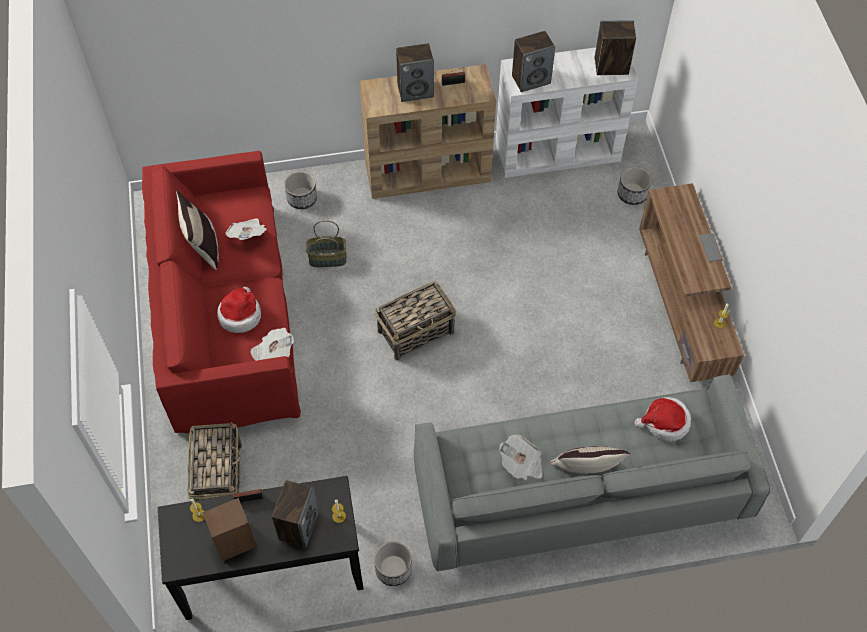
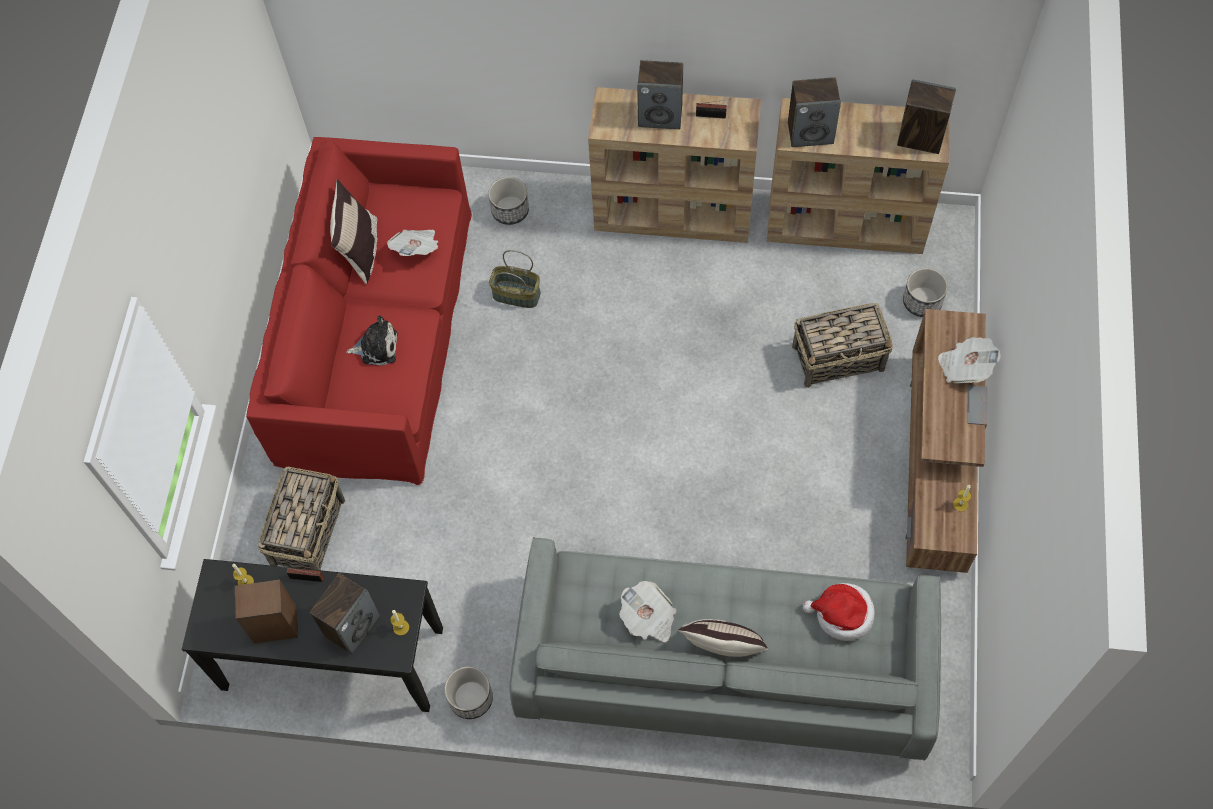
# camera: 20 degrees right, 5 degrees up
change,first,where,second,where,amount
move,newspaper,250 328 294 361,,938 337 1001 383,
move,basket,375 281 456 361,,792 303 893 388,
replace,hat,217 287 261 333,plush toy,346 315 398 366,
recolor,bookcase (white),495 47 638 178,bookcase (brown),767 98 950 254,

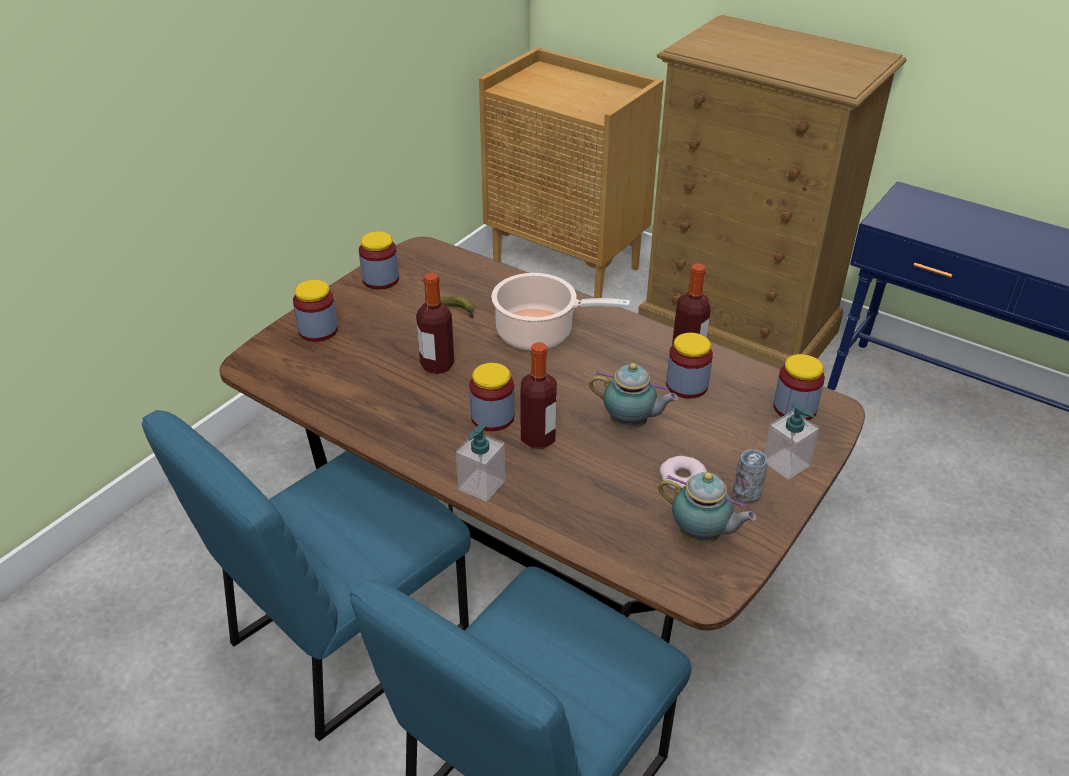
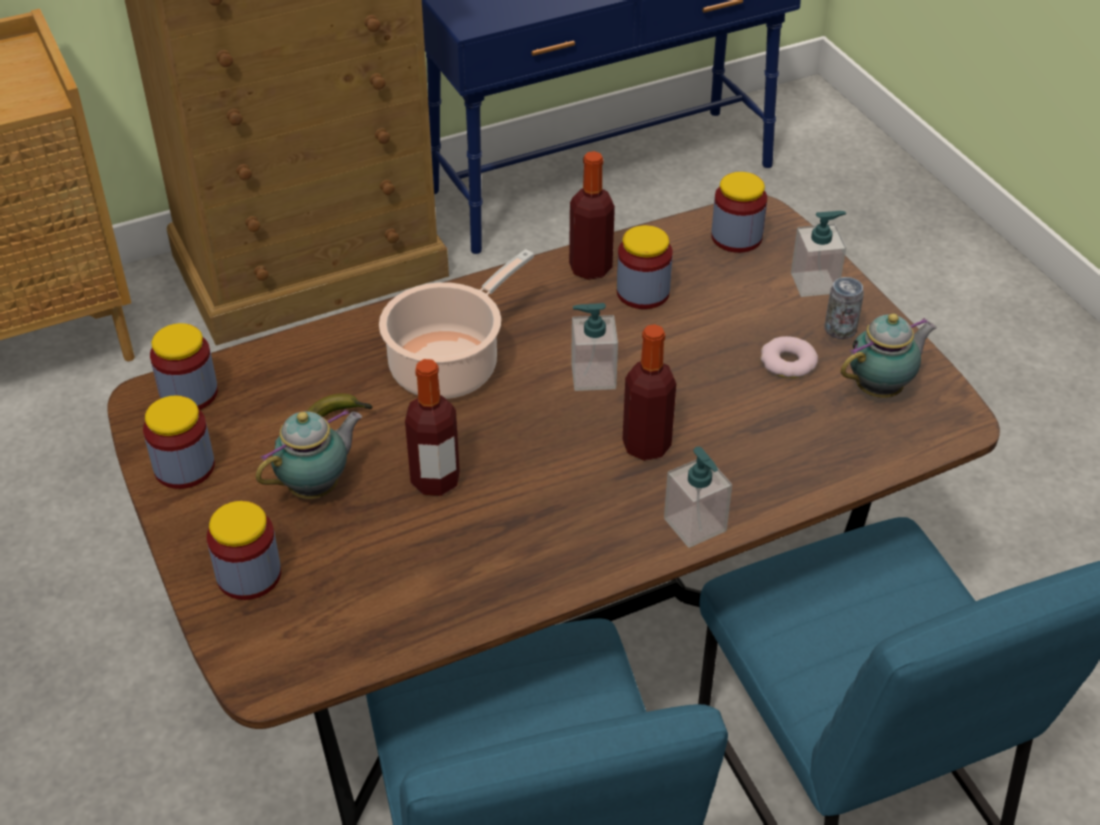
# camera: 60 degrees left, 5 degrees up
change,first,where,second,where,amount
insert,,,soap dispenser,571 303 618 391,
move,jar,469 363 515 431,,150 323 218 410,
move,teapot,589 363 678 429,,256 409 362 499,

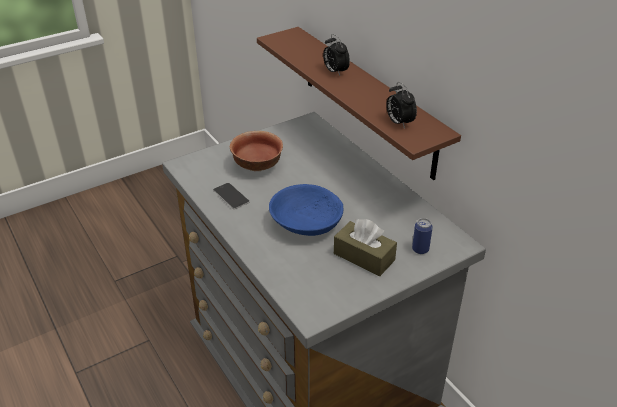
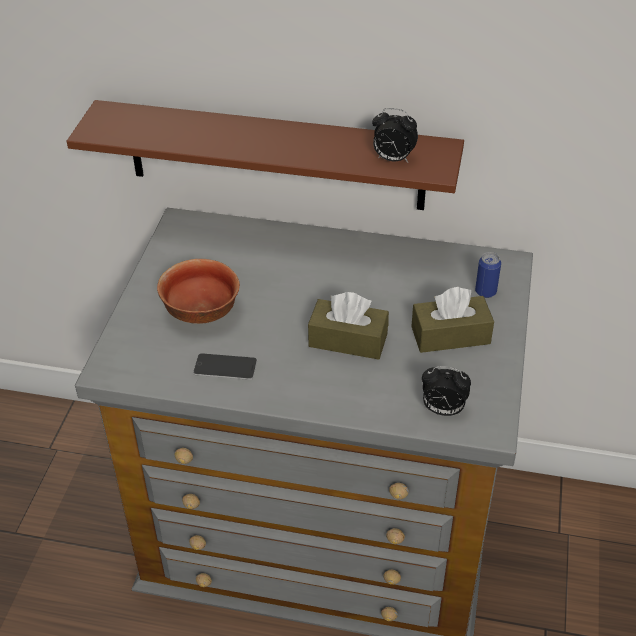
# camera: 45 degrees left, 5 degrees up
change,first,where,second,where,amount
move,alarm clock,323 34 350 76,,422 366 471 416,
replace,bowl (blue),269 184 343 236,tissue box (brown),308 292 389 360,

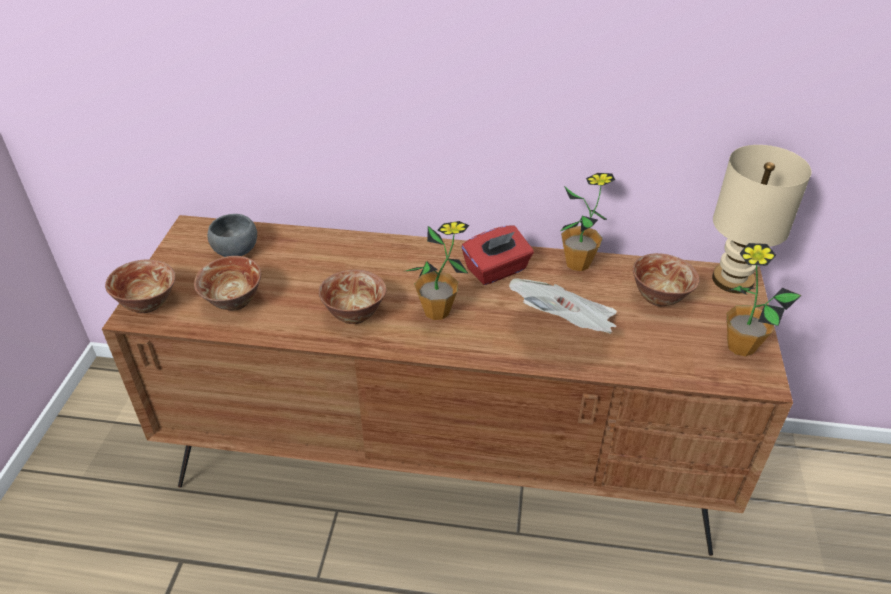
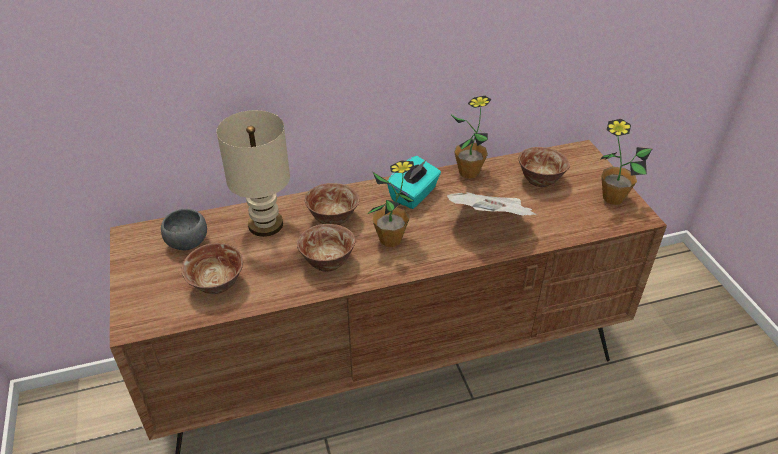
# camera: 25 degrees left, 0 degrees up
change,first,where,second,where,amount
move,bowl,105 259 176 313,,305 183 359 225,
move,table lamp (beige),712 145 811 293,,217 110 290 237,
recolor,tissue box (red),462 225 534 285,tissue box (turquoise),387 156 441 209,

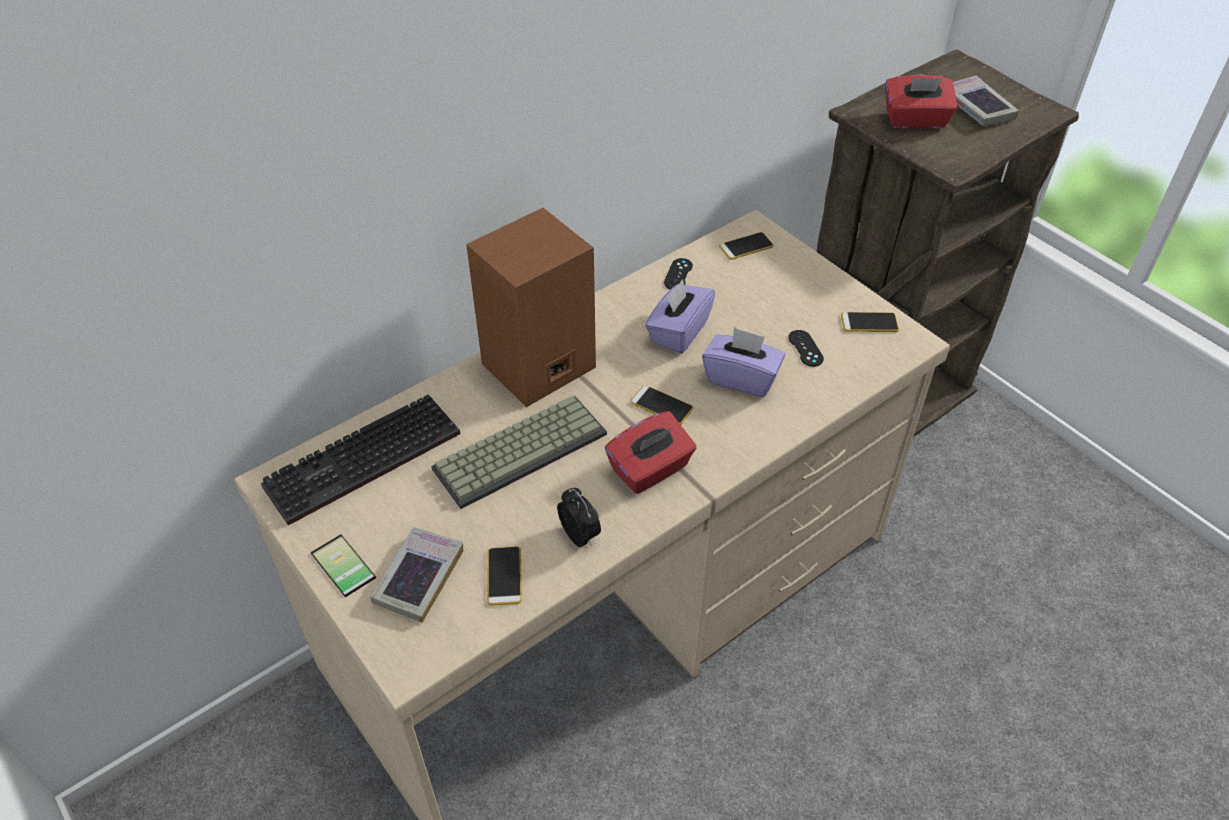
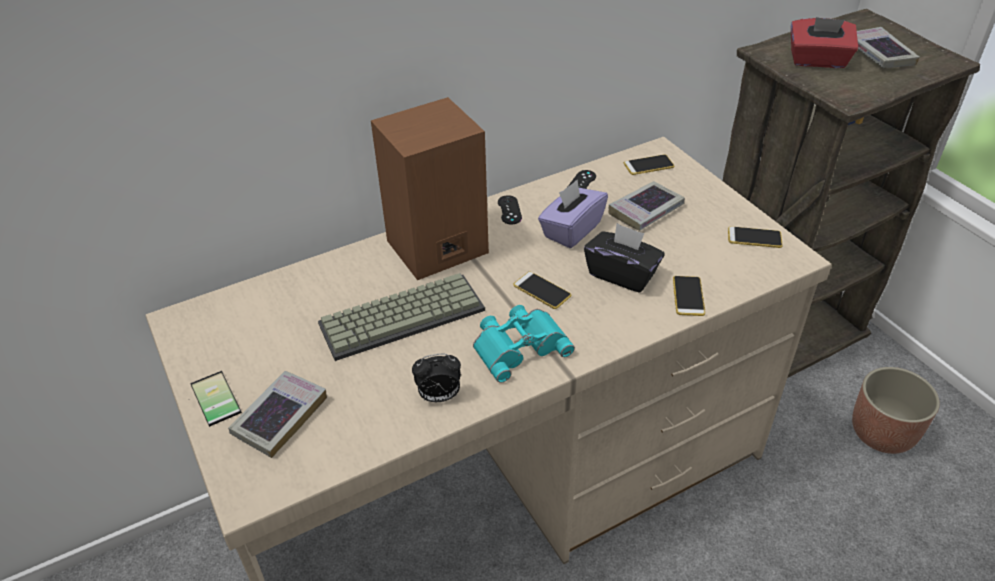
# camera: 10 degrees right, 5 degrees down
change,first,where,second,where,amount
delete,keyboard,261 395 460 525,,,
insert,,,book,609 181 685 231,
insert,,,planter,852 367 940 454,
move,phone,487 546 522 606,,673 276 705 316,
move,game controller (black),788 330 824 367,,498 195 522 224,
replace,tissue box (red),605 411 697 494,binoculars (turquoise),473 305 575 383,
recolor,tissue box (purple),702 327 785 397,tissue box (black),584 223 665 292,
rotate,alarm clock,557 488 601 547,,412 354 461 402,105 degrees clockwise

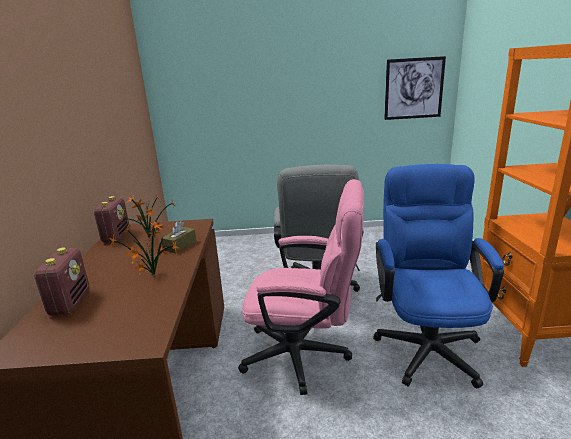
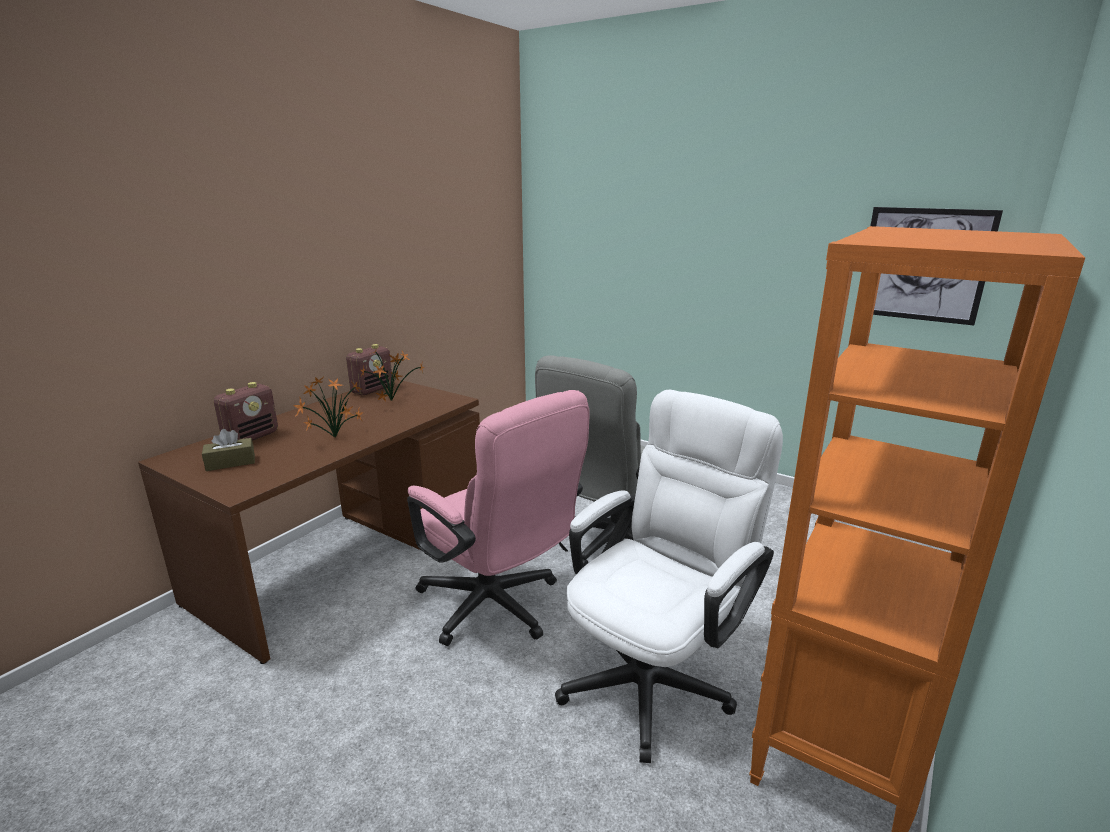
# camera: 35 degrees right, 0 degrees up
change,first,where,second,where,amount
move,tissue box (brown),161 221 196 253,,202 429 255 471,
recolor,office chair (blue),373 164 504 389,office chair (white),555 390 783 763,

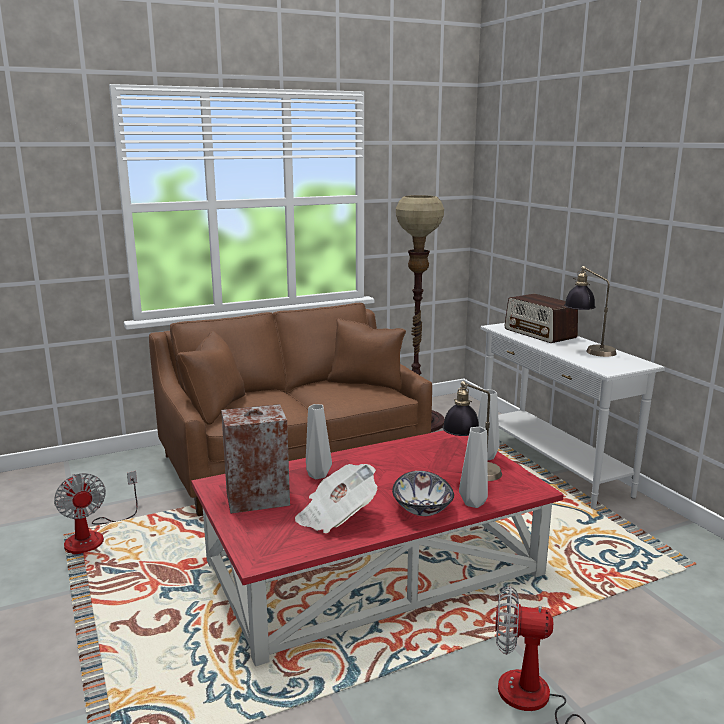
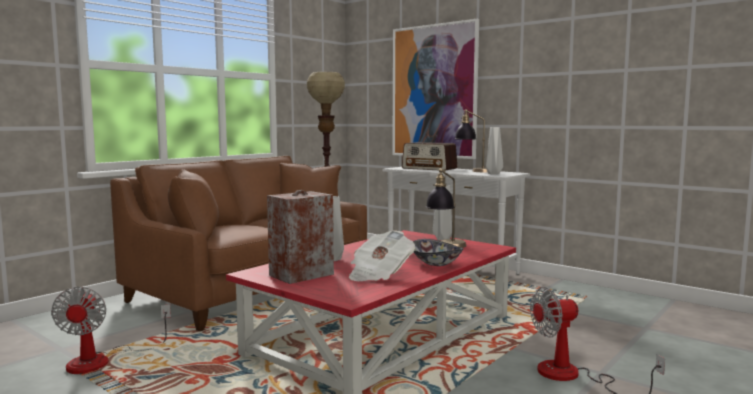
# camera: 25 degrees left, 10 degrees down
change,first,where,second,where,amount
insert,,,picture,392 19 479 159,
move,vase (grey),459 427 488 508,,486 127 503 175,
rotate,fan,54 471 138 555,,51 287 171 374,45 degrees clockwise

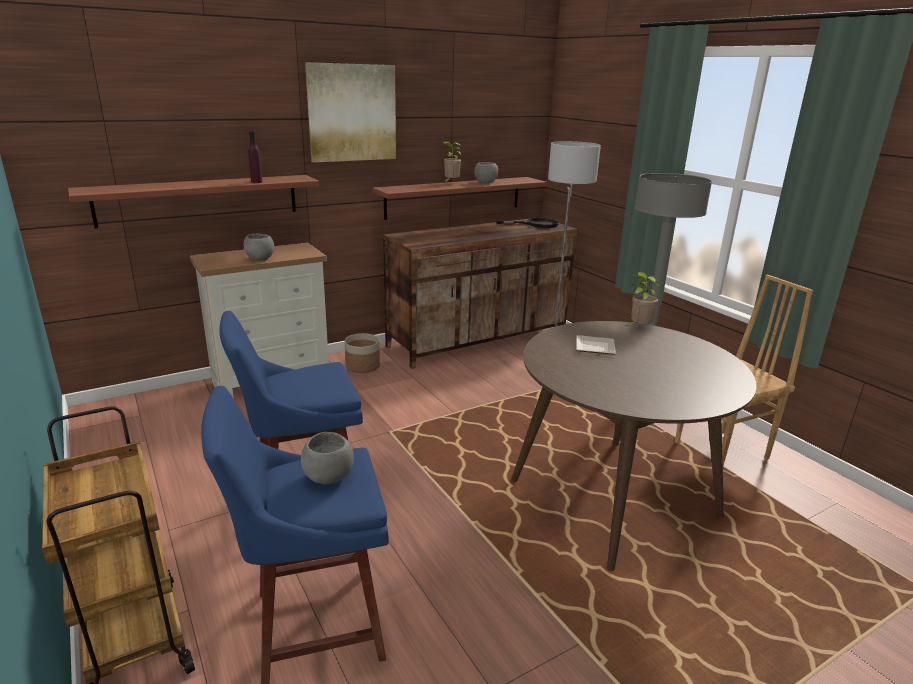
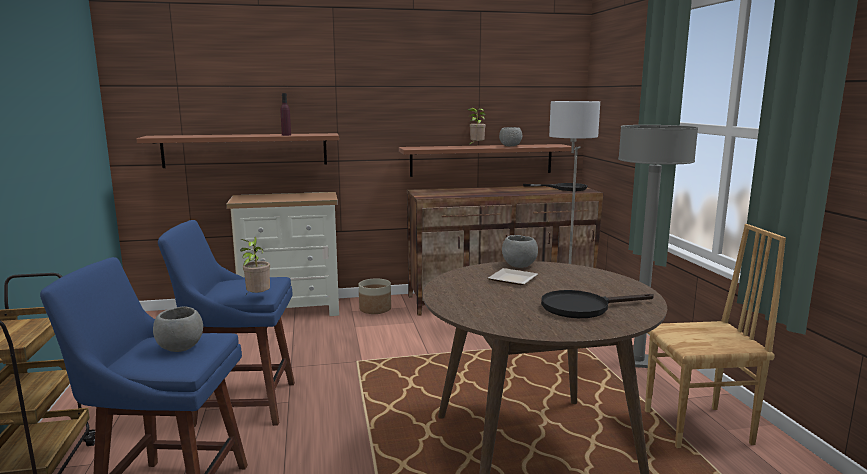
# camera: 20 degrees right, 10 degrees down
change,first,where,second,where,amount
delete,picture,305 62 396 163,,,
insert,,,frying pan (black),541 290 654 318,
move,bowl (grey),243 234 274 261,,502 235 538 268,
move,potted plant,625 272 660 327,,240 237 270 295,

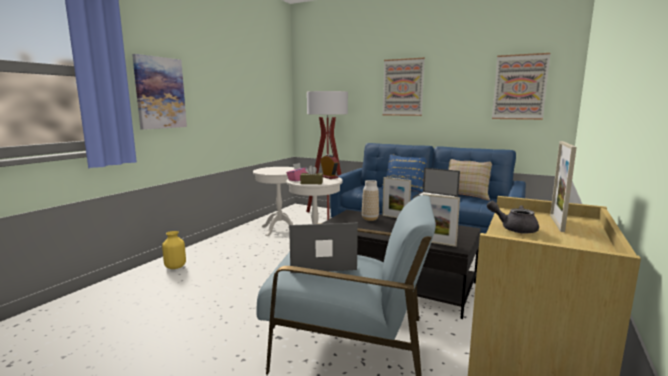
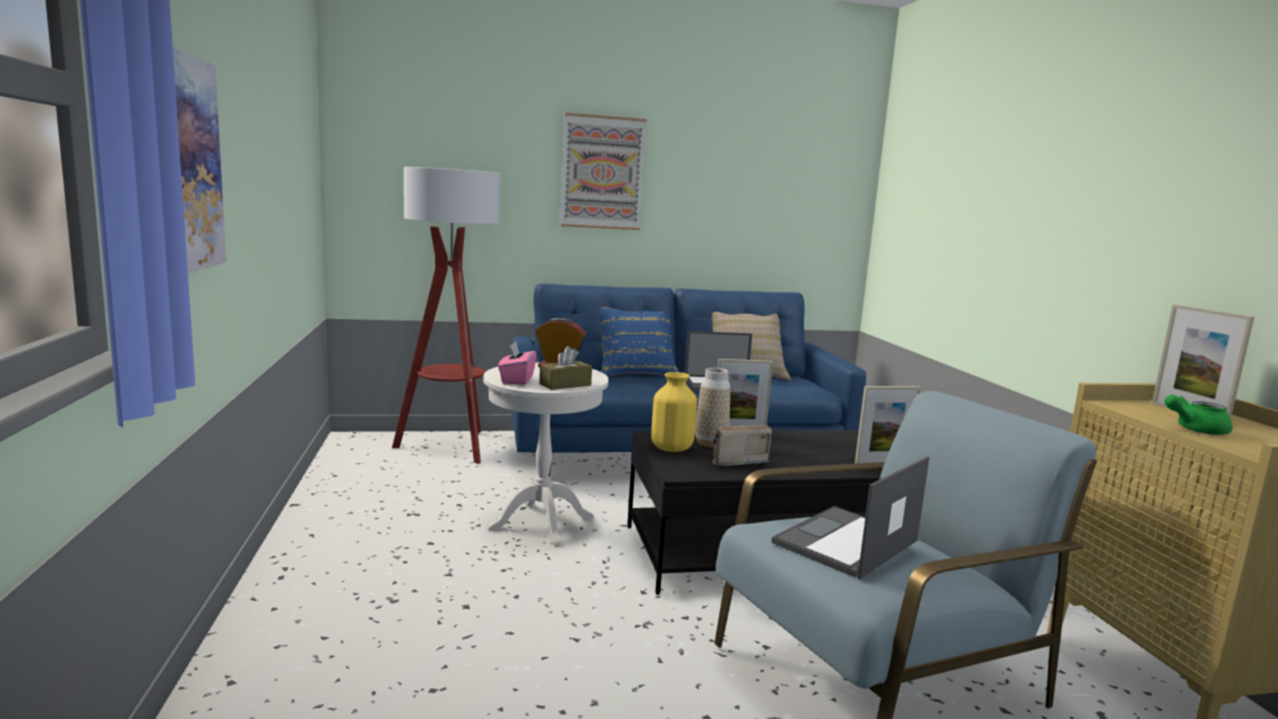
# camera: 40 degrees left, 0 degrees up
change,first,where,second,where,amount
delete,side table (white),253 167 294 236,,,
delete,picture,492 53 550 120,,,
insert,,,radio,712 425 772 466,
move,vase (yellow),162 231 186 269,,651 372 697 452,
recolor,teapot (grey),487 201 539 234,teapot (green),1164 395 1233 435,

